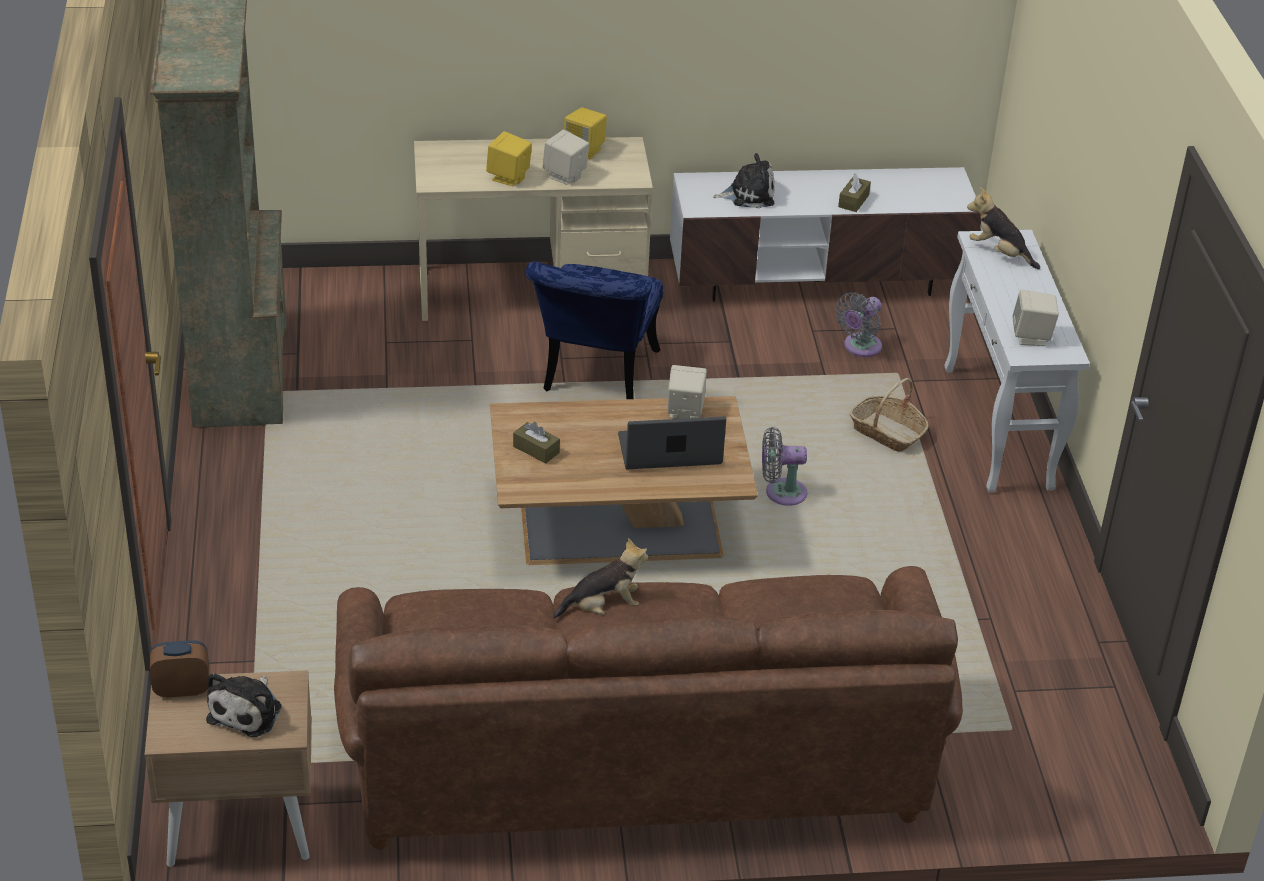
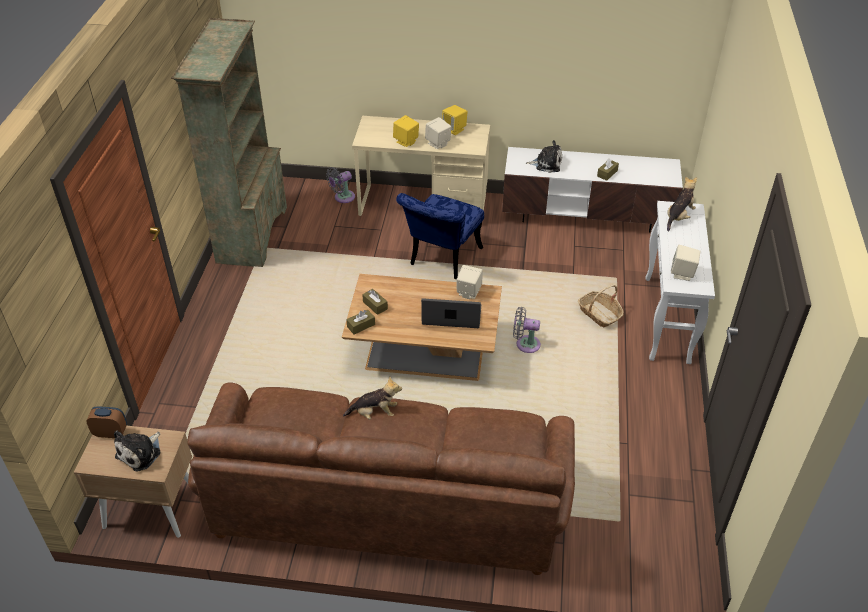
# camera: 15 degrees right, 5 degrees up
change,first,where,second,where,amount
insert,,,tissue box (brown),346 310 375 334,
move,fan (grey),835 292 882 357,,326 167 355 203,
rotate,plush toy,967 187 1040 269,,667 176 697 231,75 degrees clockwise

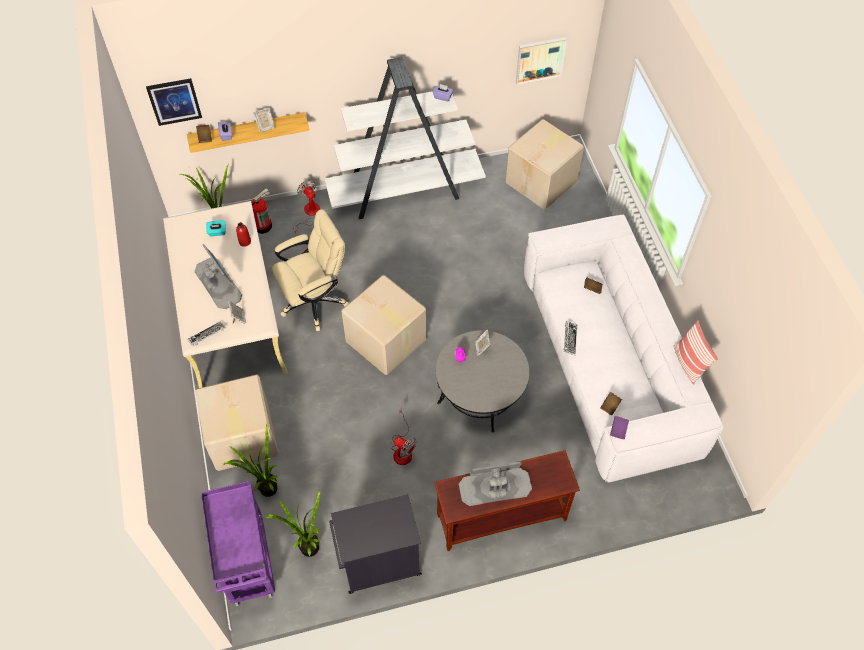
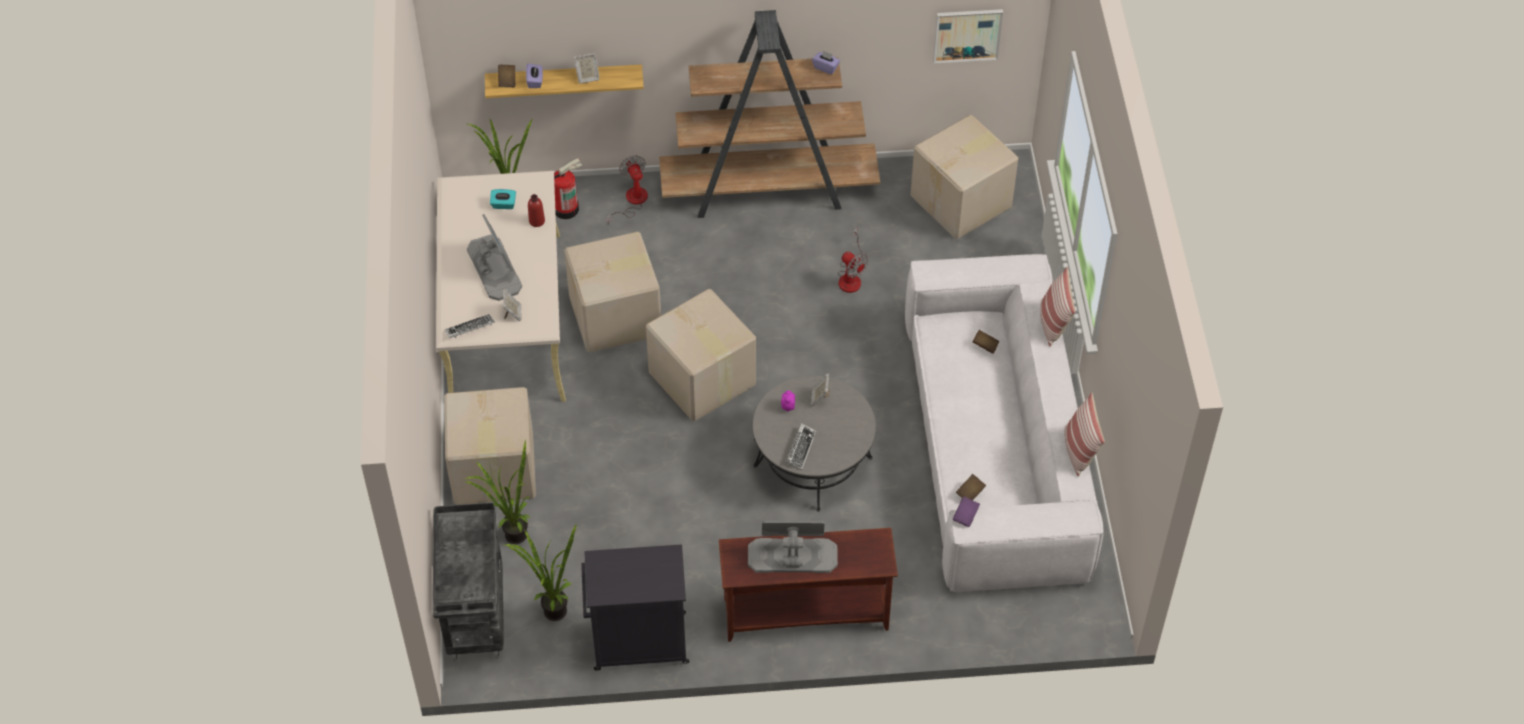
# camera: 10 degrees right, 5 degrees down
change,first,where,second,where,amount
delete,picture,146 78 202 126,,,
insert,,,pillow,1040 267 1075 347,
move,fan,391 408 416 465,,838 228 869 293,
move,keyboard,563 321 577 355,,787 424 816 470,
replace,office chair (beige),272 209 349 331,cardboard box,564 232 661 352,
recolor,cart (purple),202 481 275 606,cart (black),433 503 504 662,
recolor,bookcase (white),324 57 486 219,bookcase (brown),659 10 880 218,

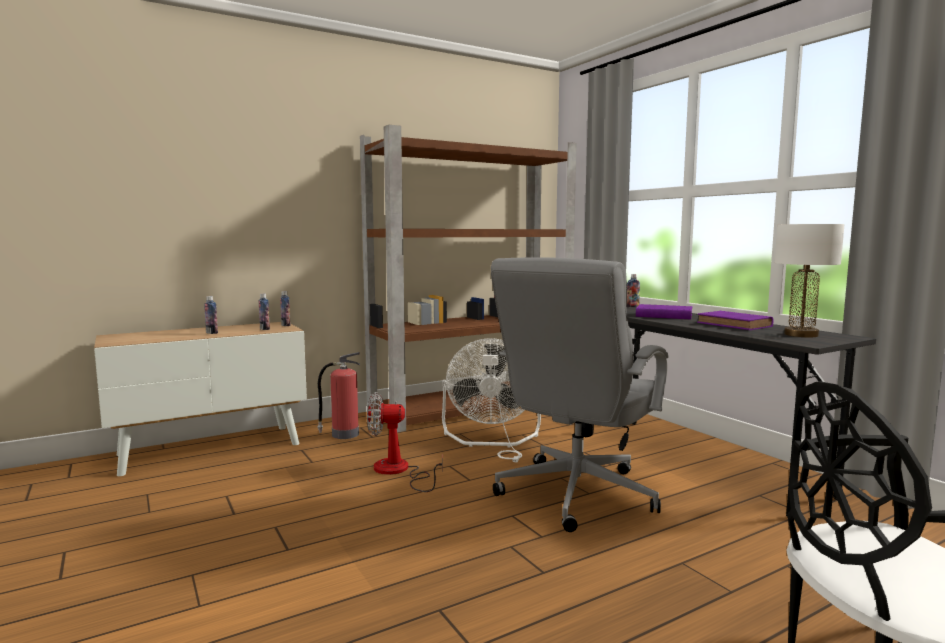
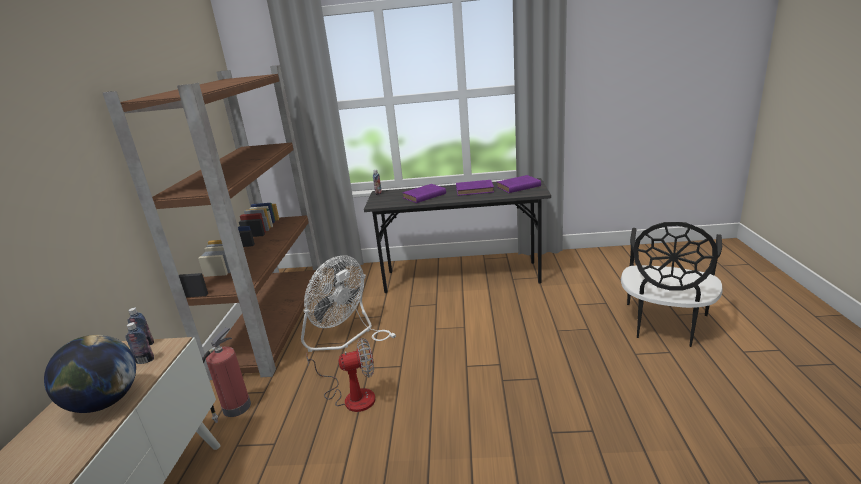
# camera: 55 degrees left, 15 degrees up
change,first,where,second,where,amount
delete,office chair (grey),491 257 669 532,,,
replace,bottle,204 296 218 334,globe,44 335 136 413,
replace,table lamp,775 224 845 337,book (purple),497 175 541 193,
rotate,fan,367 392 443 492,,306 338 375 412,135 degrees counterclockwise

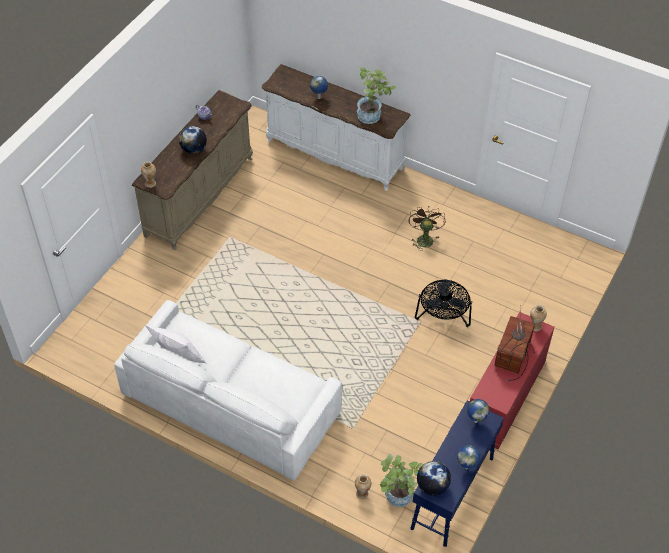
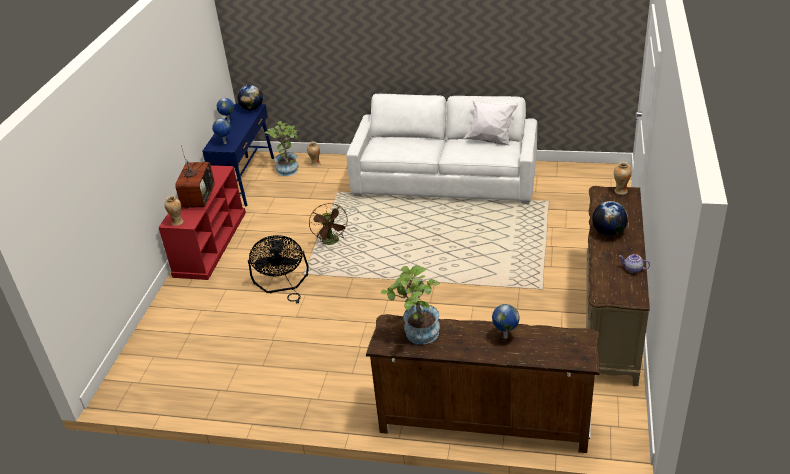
# camera: 165 degrees right, 15 degrees down
change,first,where,second,where,amount
move,fan (brown),409 207 445 251,,309 203 348 245,

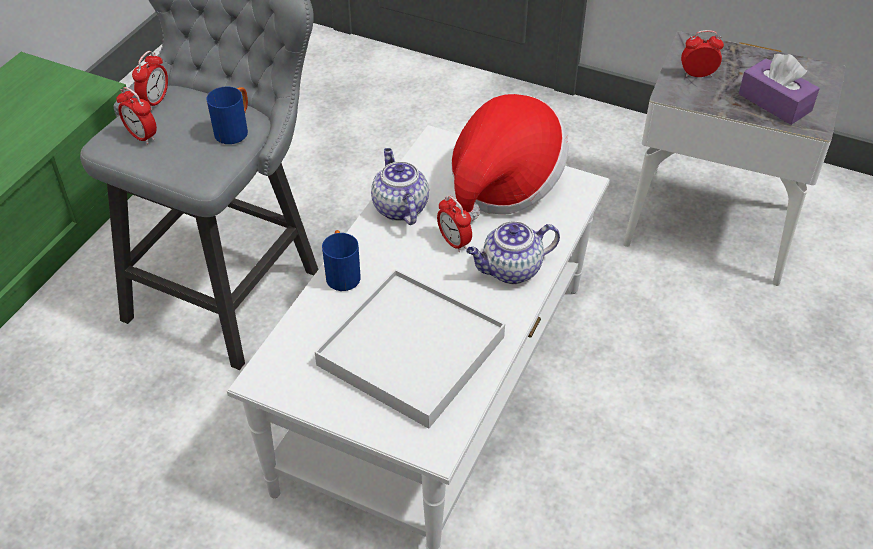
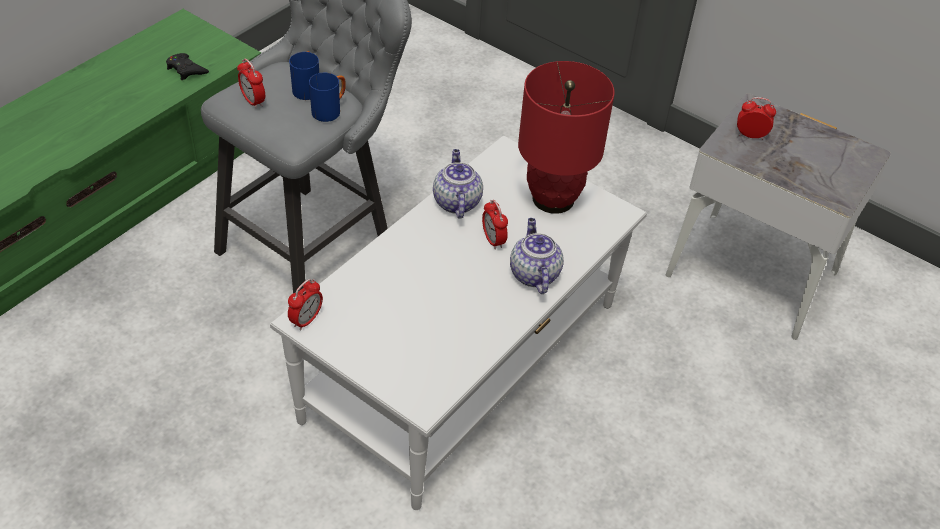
# camera: 10 degrees right, 0 degrees up
change,first,where,second,where,amount
delete,tray (white),315 269 505 429,,,
delete,tissue box (purple),739 54 820 125,,,
insert,,,game controller (black),166 53 209 80,
move,alarm clock,132 51 168 110,,288 279 323 330,
move,mug (blue),322 230 360 291,,289 51 319 100,
replace,hat,451 94 569 221,table lamp (red),518 61 615 214,
rotate,teapot,466 221 560 284,,510 218 564 294,90 degrees clockwise

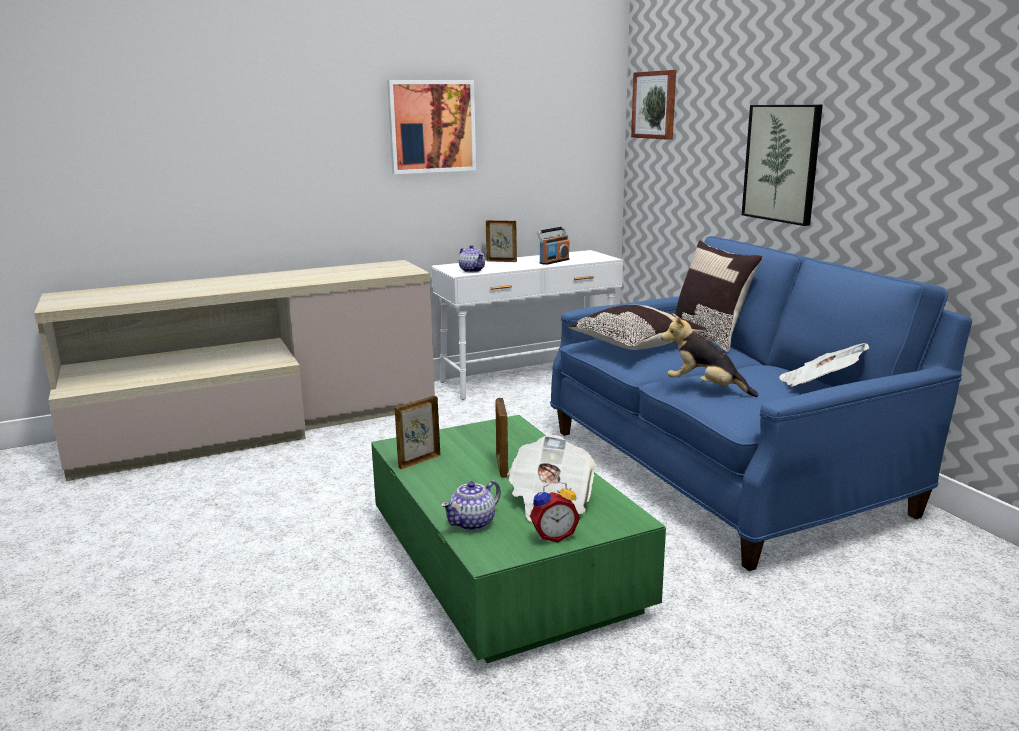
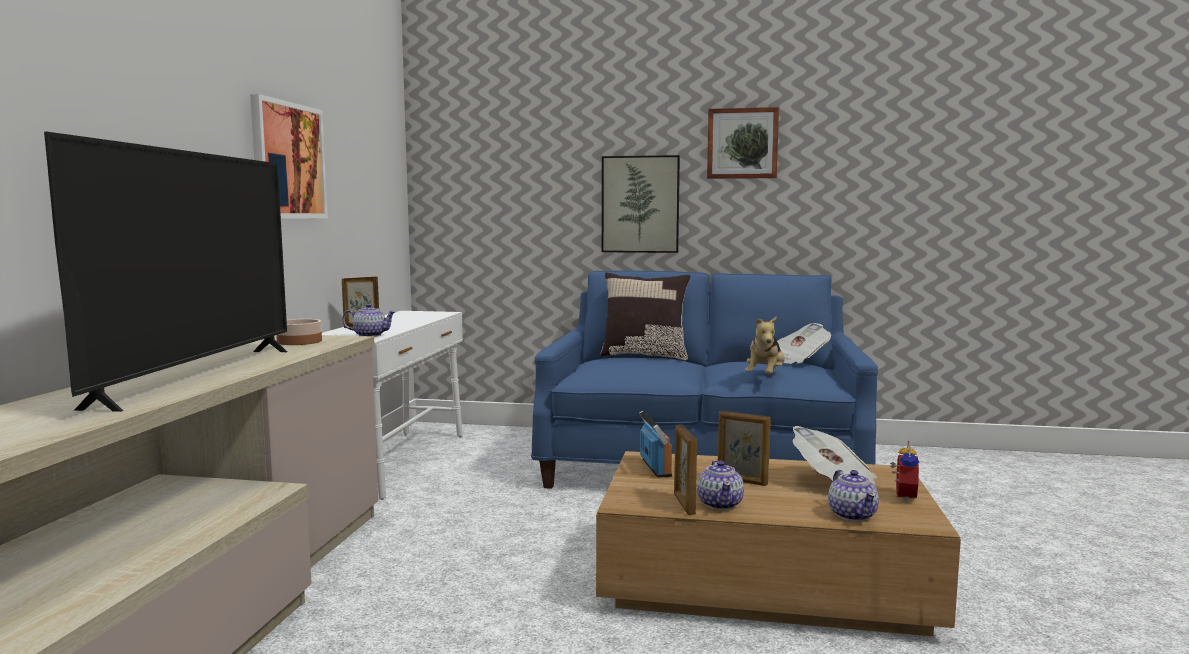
# camera: 55 degrees left, 10 degrees down
change,first,where,second,where,amount
delete,pillow,569 305 706 350,,,
insert,,,television,44 132 287 412,
insert,,,bowl,276 319 322 345,
insert,,,teapot,697 461 744 510,
move,radio,537 227 570 265,,639 410 672 478,
move,picture,631 70 676 140,,707 107 779 179,
recolor,coffee table (green),371 415 666 663,coffee table (brown),596 451 961 636,
rotate,plush toy,661 314 758 397,,745 316 785 375,45 degrees counterclockwise

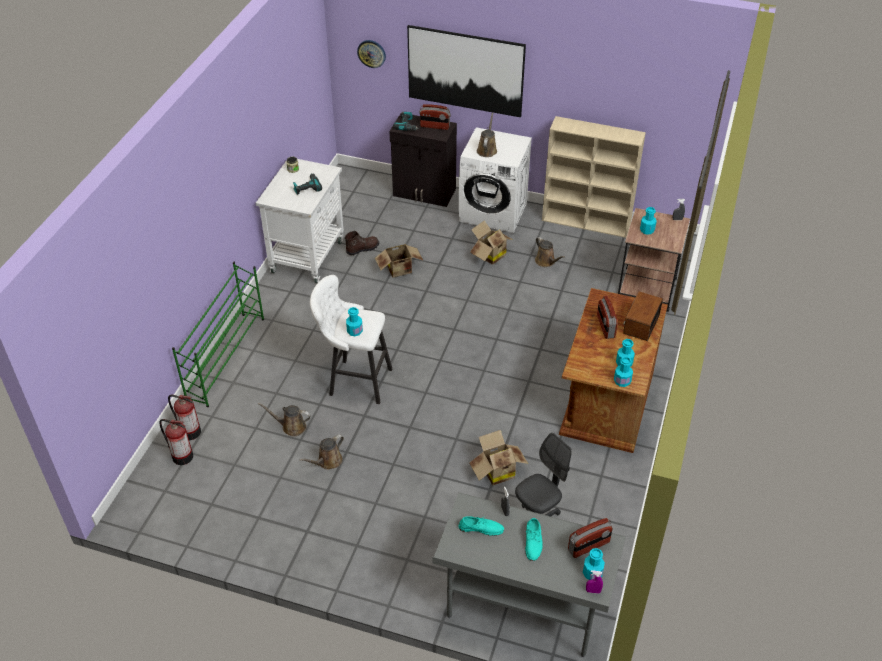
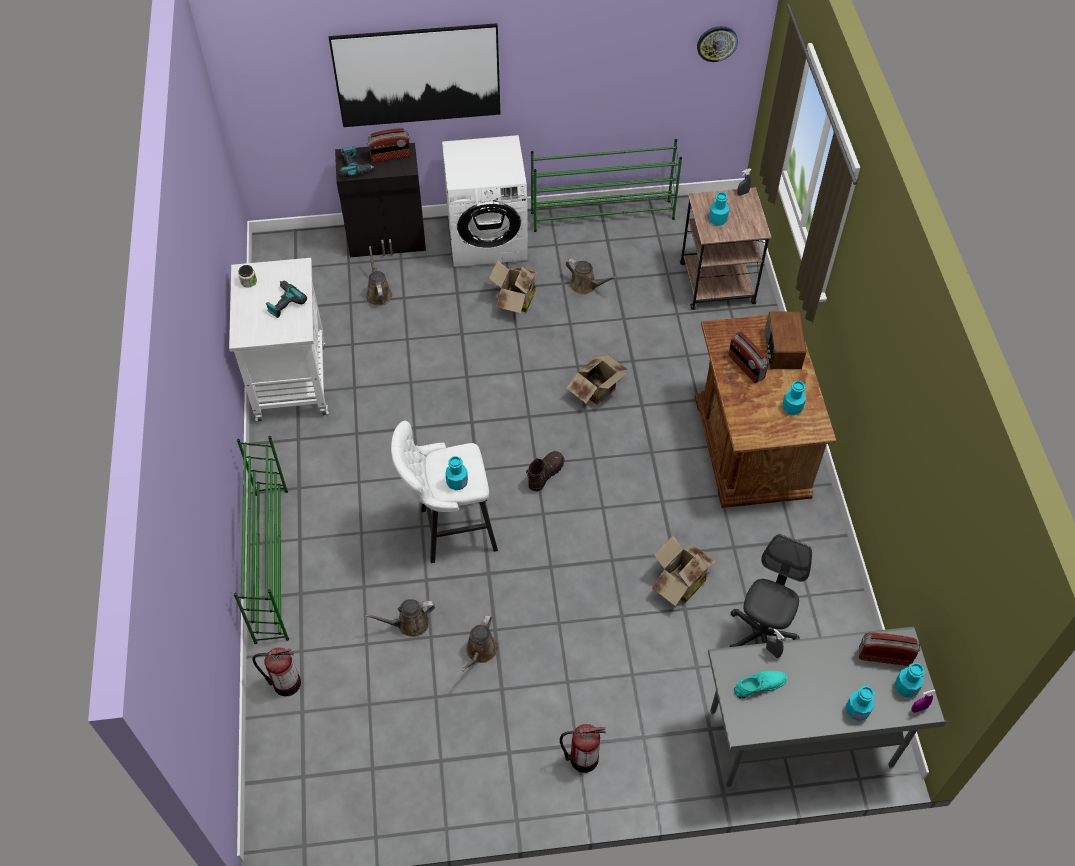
# camera: 25 degrees left, 10 degrees up
change,first,where,second,where,amount
delete,shoe (turquoise),525 518 542 561,,,
move,fire extinguisher,159 419 193 465,,560 724 606 773,
move,boot (brown),345 231 379 255,,526 451 565 492,
move,wall clock,357 40 386 68,,697 26 738 62,
move,cardboard box,375 244 424 277,,567 355 628 405,
move,watering can (brown),477 113 497 157,,366 246 392 306,
move,bottle (turquoise),614 357 633 387,,846 686 875 721,
replace,bookcase (beige),542 116 646 238,shoe rack (green),531 139 682 232,
rotate,radio,568 518 613 558,,859 632 921 666,120 degrees counterclockwise

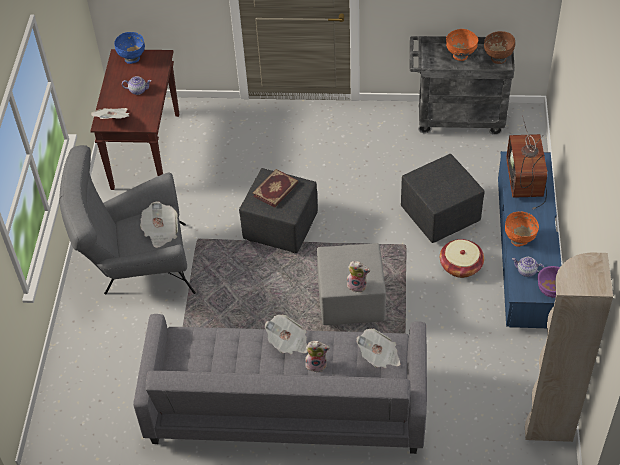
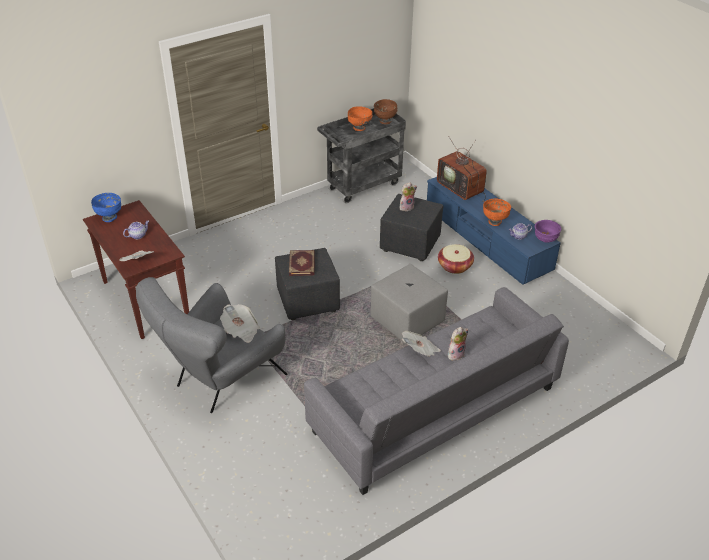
# camera: 40 degrees left, 10 degrees down
change,first,where,second,where,amount
delete,newspaper,357 329 400 368,,,
delete,bookcase (beige),525 253 613 442,,,
move,plush toy,347 261 370 293,,400 182 417 211,

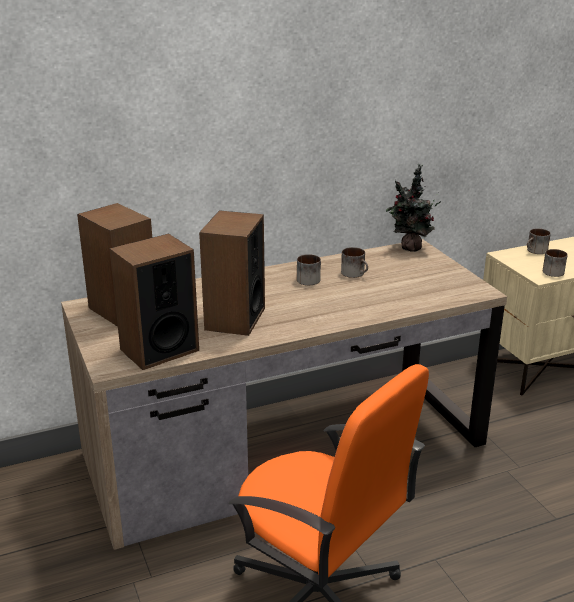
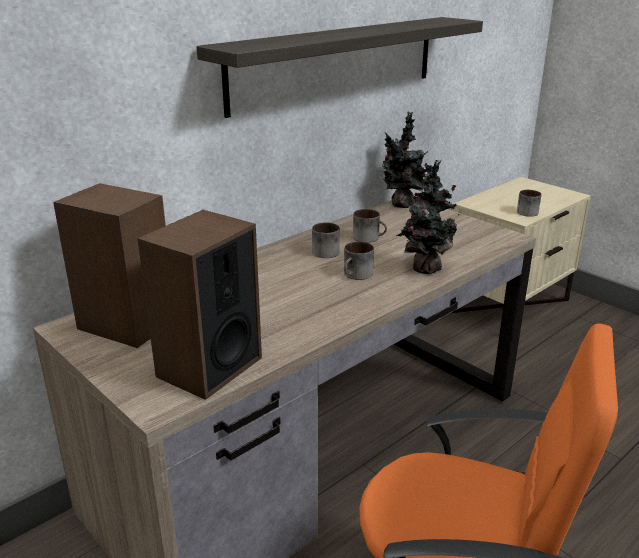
# camera: 20 degrees left, 0 degrees up
change,first,where,second,where,amount
delete,speaker,199 210 265 336,,,
insert,,,shelf,197 17 483 118,
insert,,,potted plant,396 160 459 274,
move,mug,527 228 551 254,,344 241 374 280,

